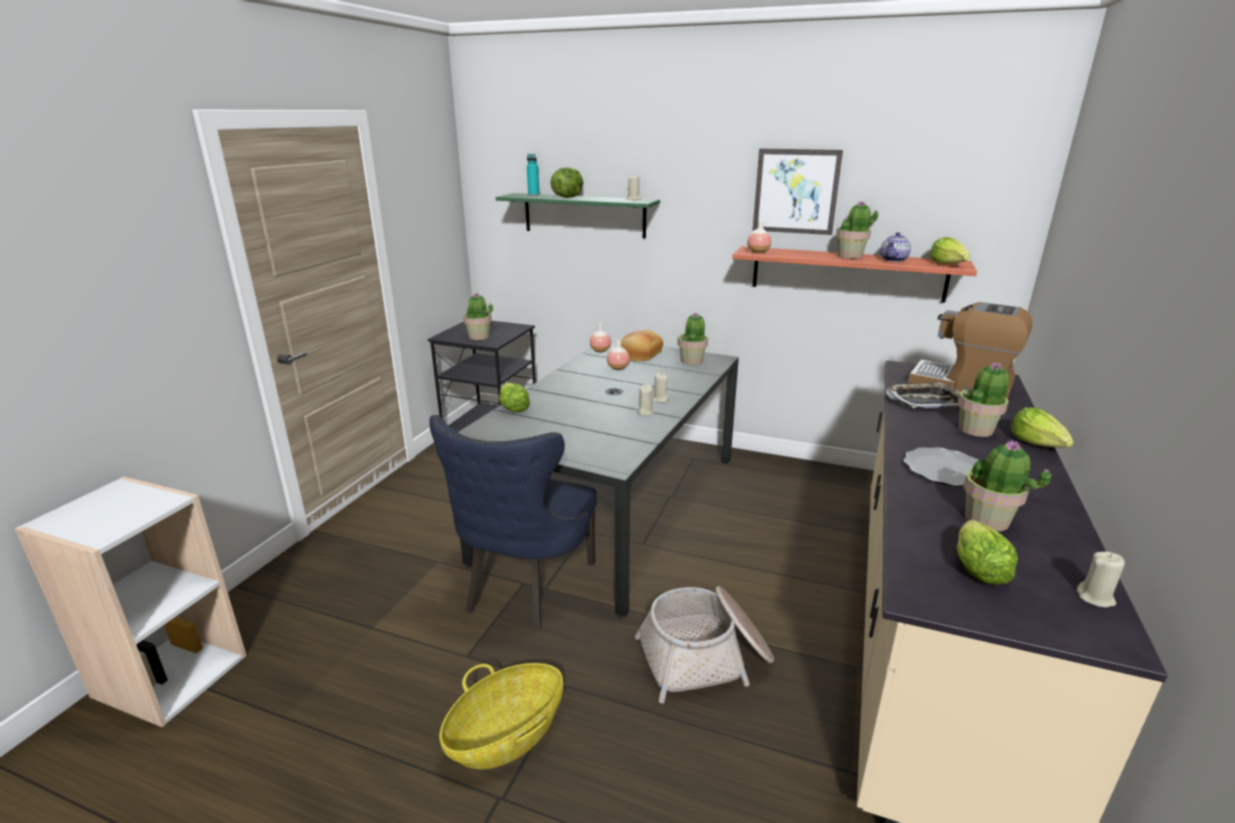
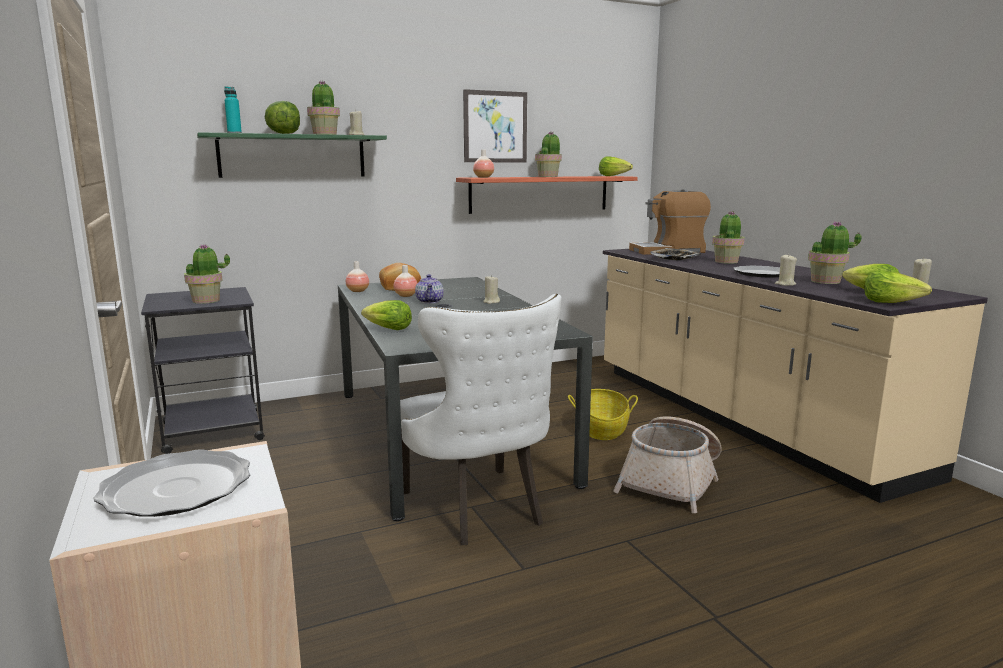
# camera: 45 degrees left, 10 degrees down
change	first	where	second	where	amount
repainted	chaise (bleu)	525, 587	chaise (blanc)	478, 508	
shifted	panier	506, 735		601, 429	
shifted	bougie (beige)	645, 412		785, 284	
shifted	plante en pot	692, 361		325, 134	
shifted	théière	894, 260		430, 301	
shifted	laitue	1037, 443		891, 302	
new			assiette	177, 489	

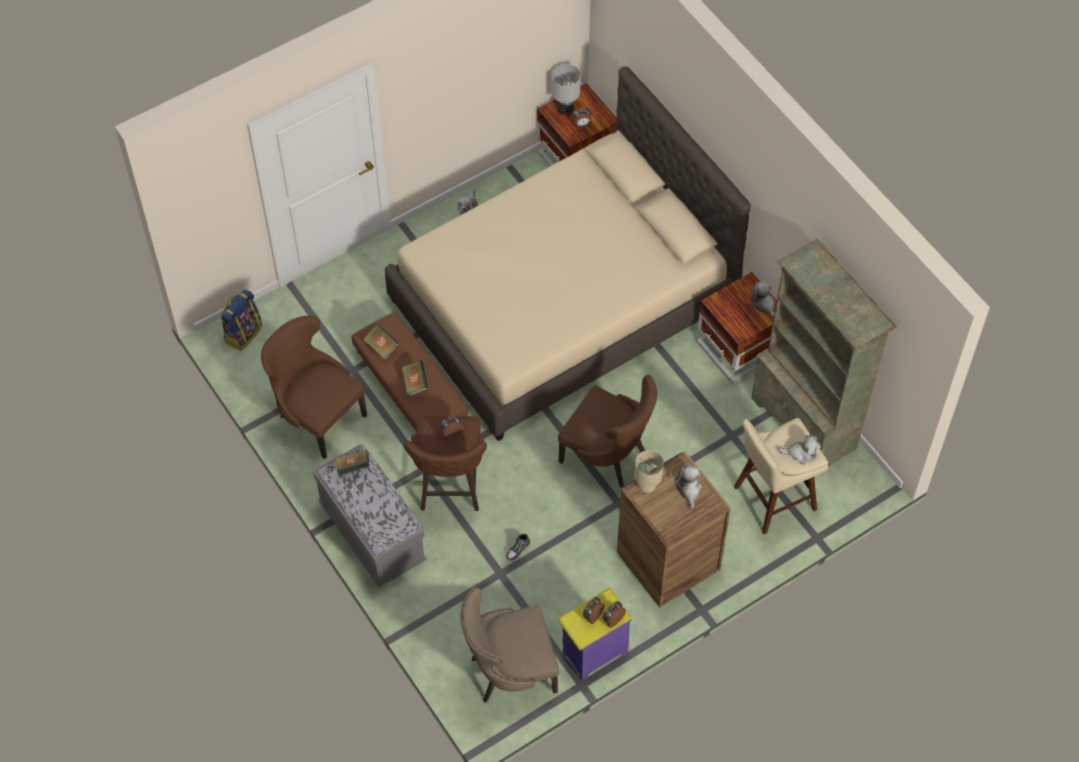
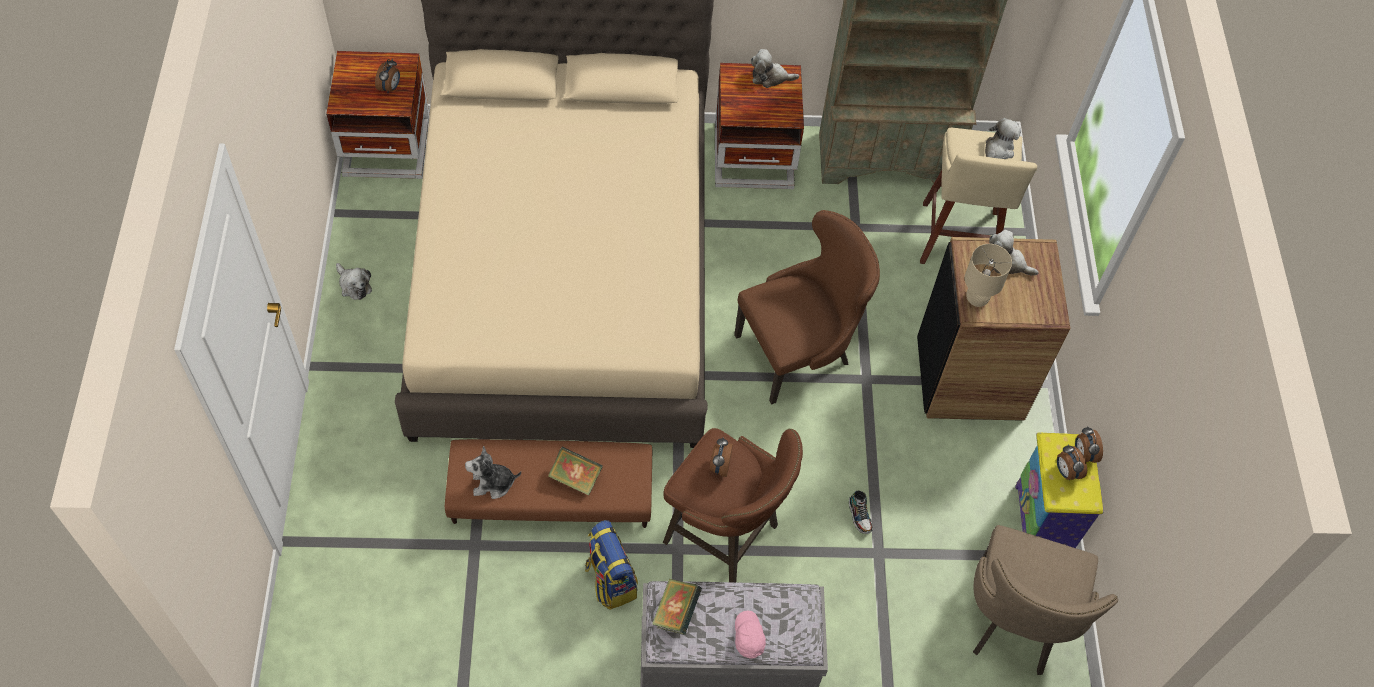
# camera: 60 degrees left, 0 degrees up
change	first	where	second	where	amount
shifted	sac à dos	243, 333		610, 580	
gone	chaise (marron)	317, 417			
swapped	livre	381, 347	peluche	493, 483	
gone	lampe de table (gris)	565, 108			
new			casquette (rose)	748, 637	

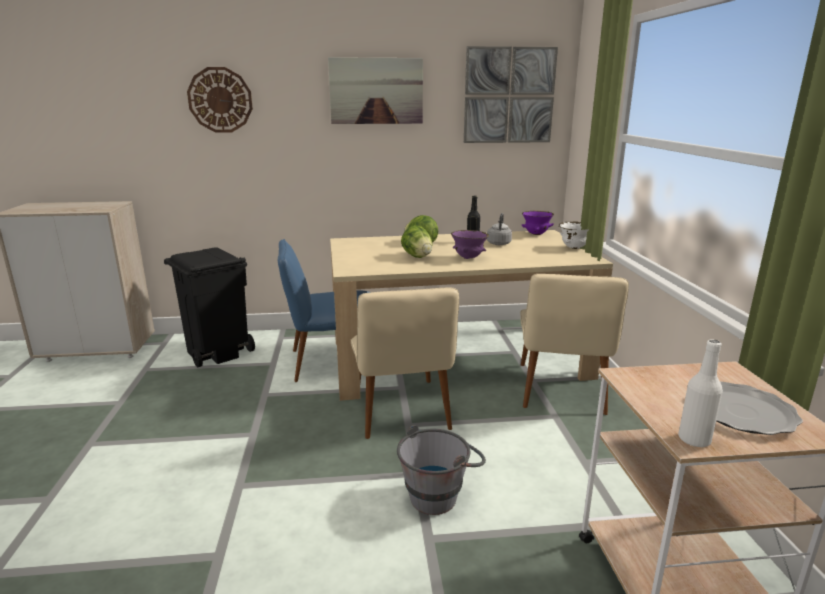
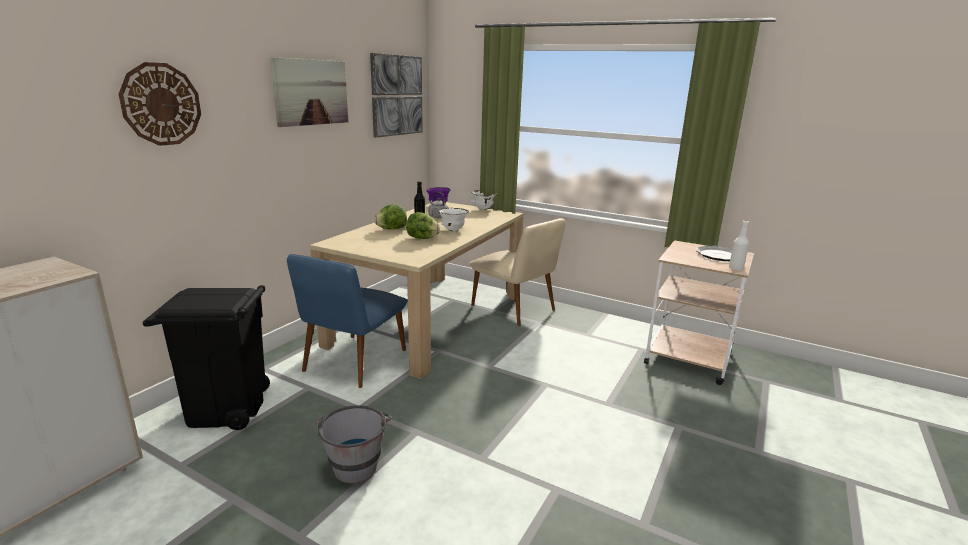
# camera: 55 degrees left, 0 degrees up
change	first	where	second	where	amount
gone	chaise (beige)	400, 407			
shifted	seau (gris)	440, 493		356, 462	
repainted	bol (violet)	468, 258	bol (blanc)	453, 230	

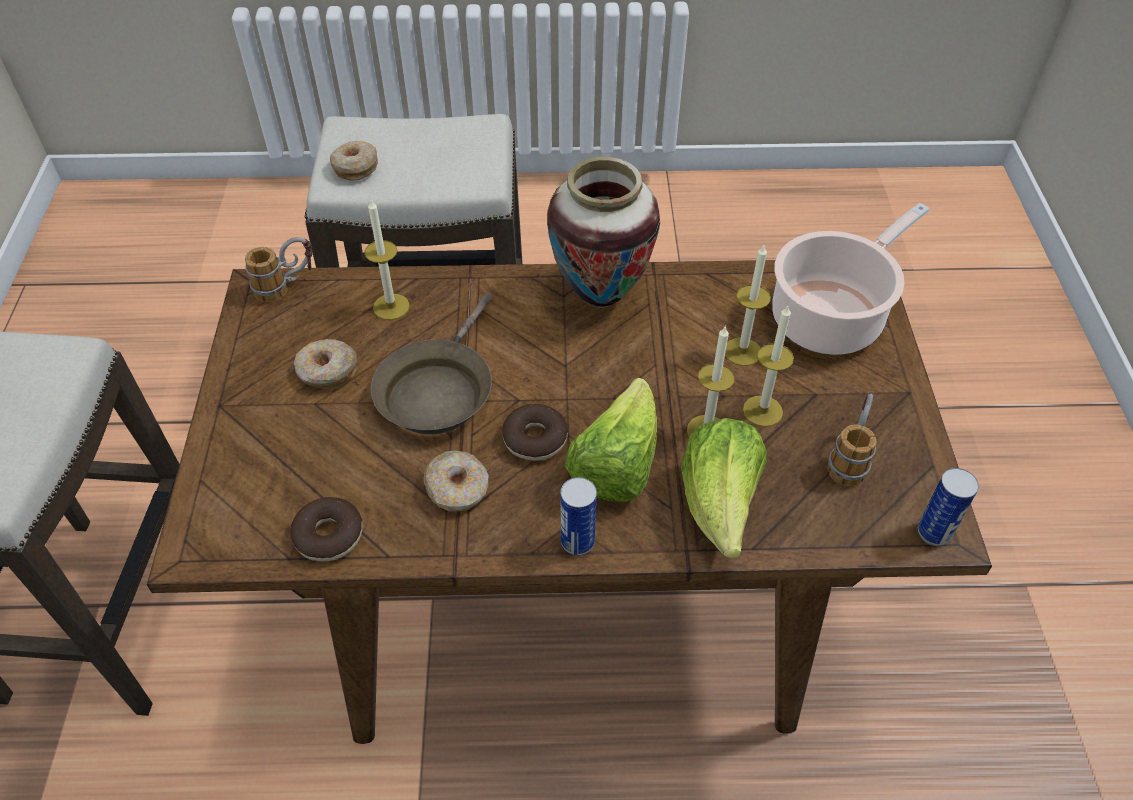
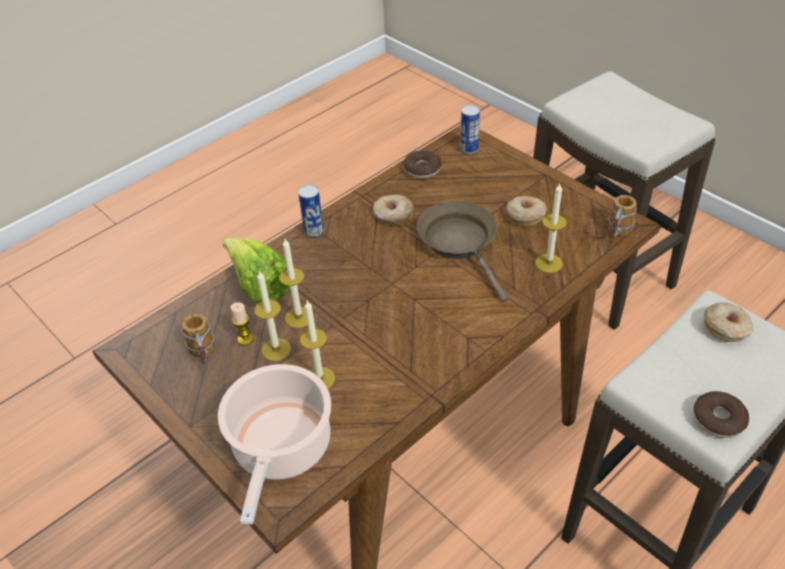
# camera: 140 degrees right, 5 degrees down
change	first	where	second	where	amount
shifted	beignet	535, 439		718, 420	
gone	vase	600, 296			
gone	laitue	616, 465			
shifted	boîte métallique	933, 533		469, 149	
new			bougie	245, 339	

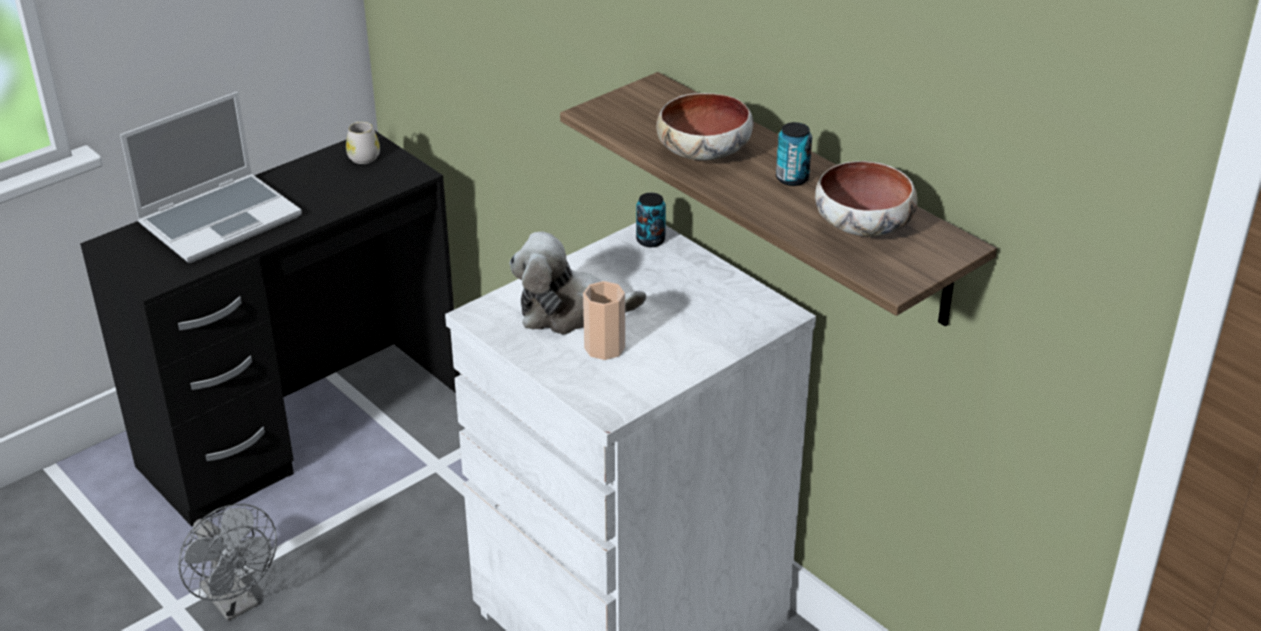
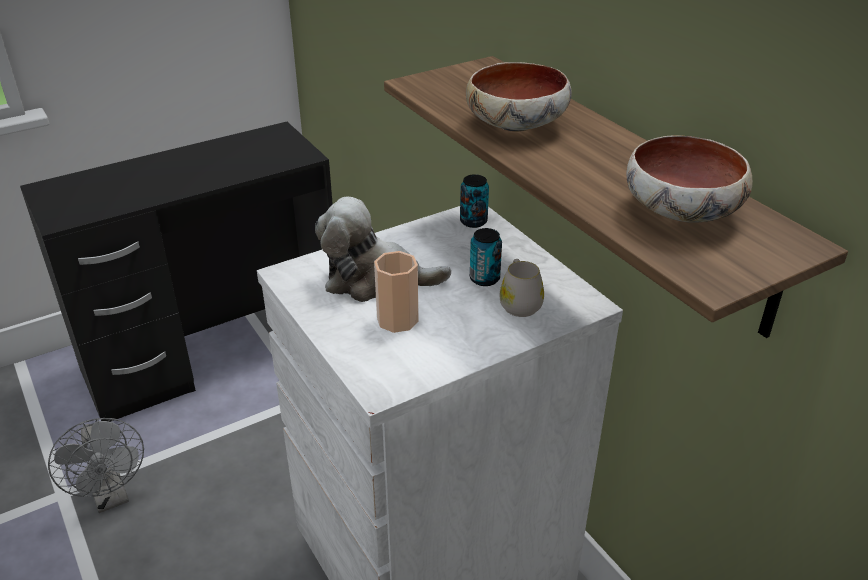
# camera: 10 degrees right, 0 degrees up
change	first	where	second	where	amount
gone	ordinateur portable	221, 219			
shifted	mug (blanc)	363, 155		519, 303	
shifted	boîte métallique	792, 178		484, 279	

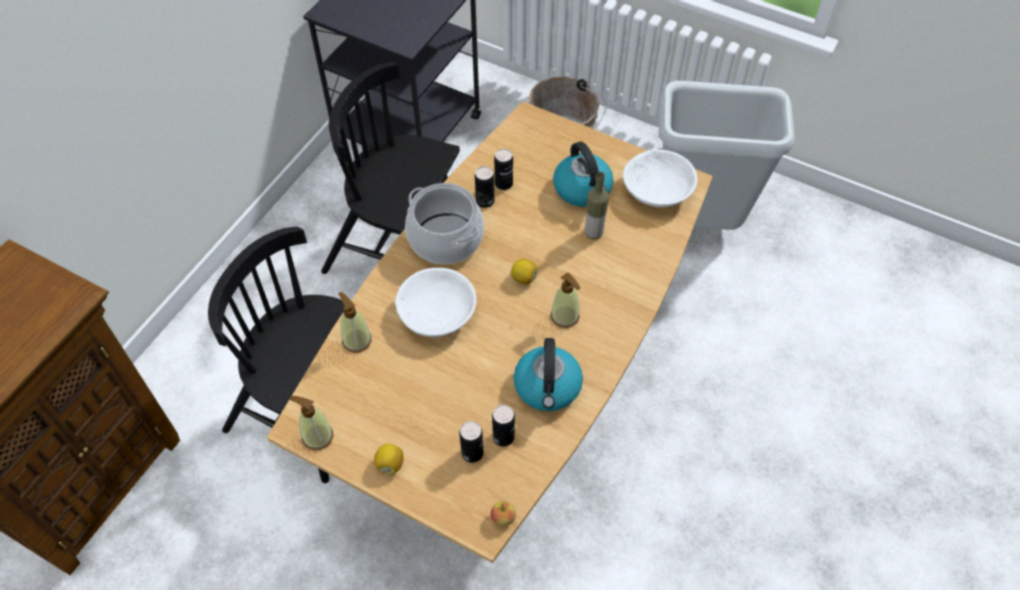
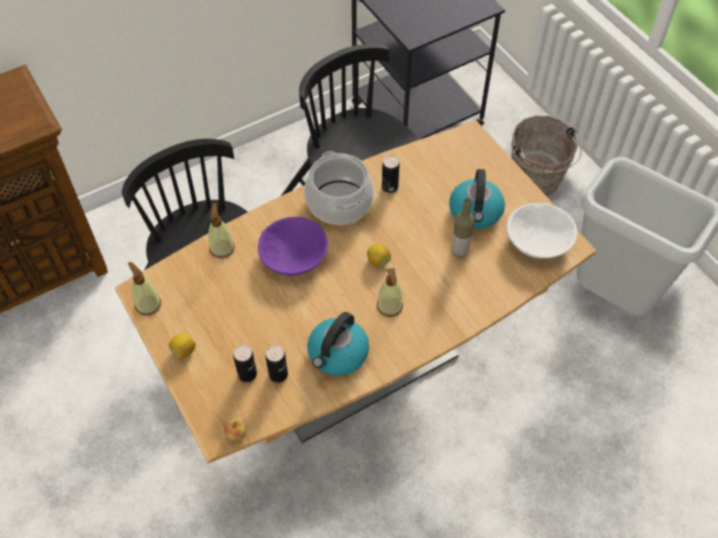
# camera: 30 degrees right, 0 degrees up
change	first	where	second	where	amount
repainted	bol (blanc)	437, 313	bol (violet)	294, 256	
gone	boîte métallique	503, 183			

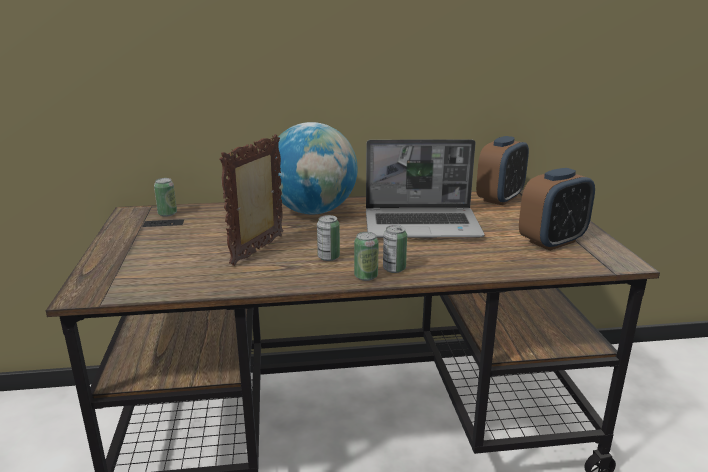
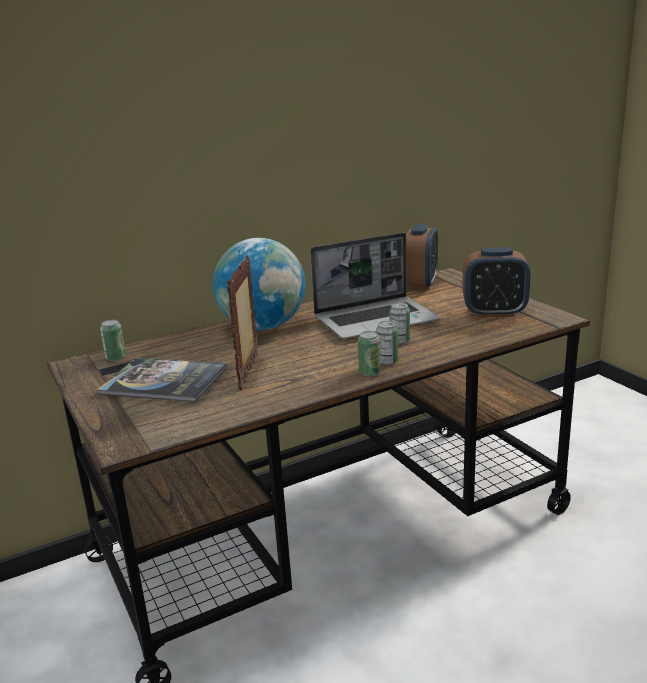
# camera: 20 degrees left, 0 degrees up
change	first	where	second	where	amount
shifted	boîte métallique	328, 257		400, 341	
rotated	réveil	552, 241		494, 312	60 degrees clockwise
new			livre	164, 381	

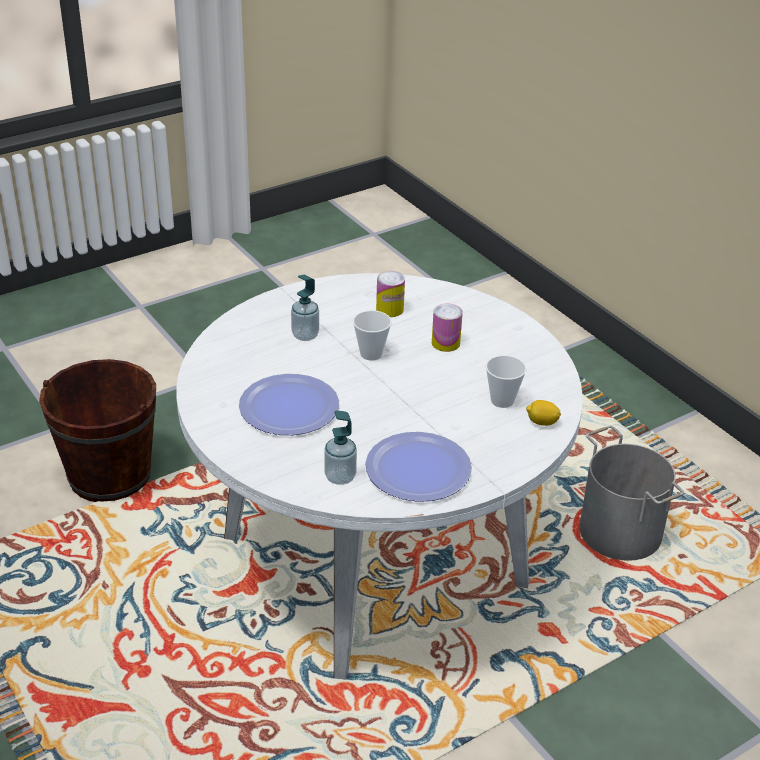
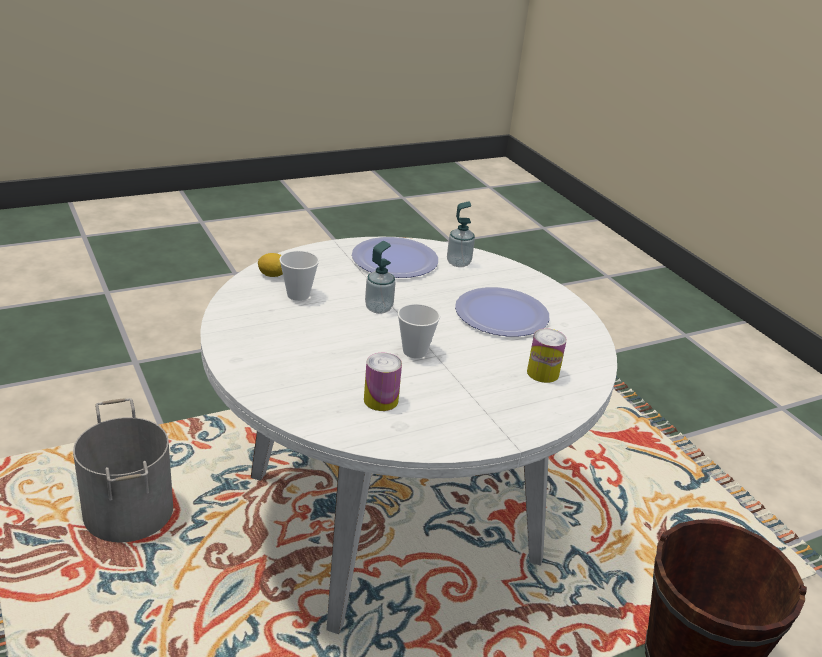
# camera: 175 degrees left, 5 degrees down
change	first	where	second	where	amount
shifted	distributeur de savon	305, 335		378, 308	
shifted	boîte métallique	445, 343		542, 373	

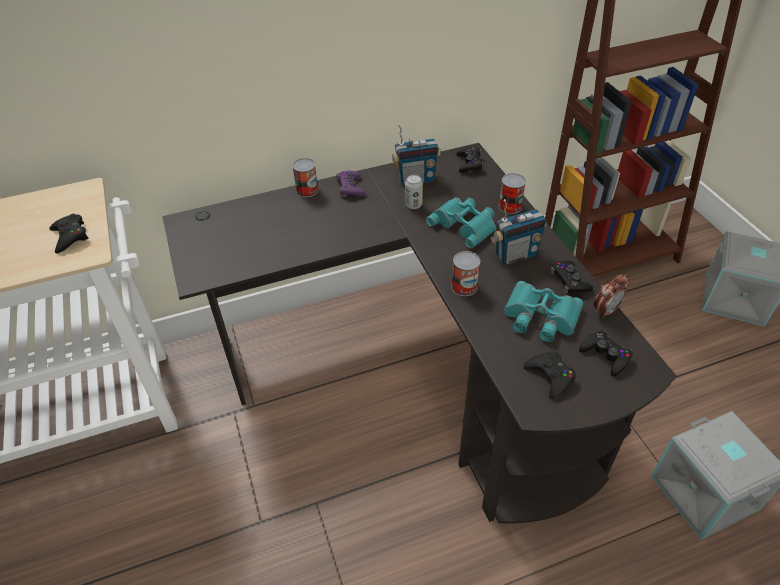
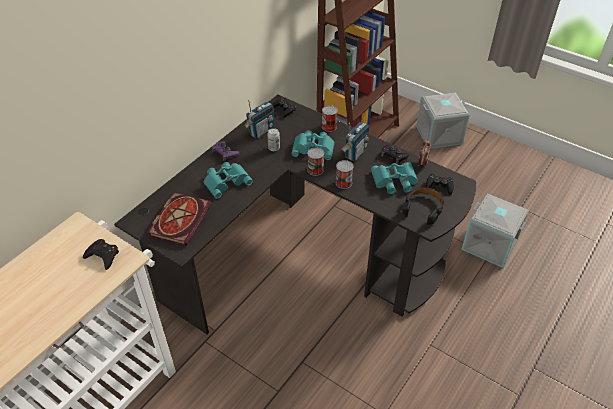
# camera: 35 degrees left, 0 degrees up
change	first	where	second	where	amount
shifted	boîte métallique	307, 190		315, 170	
swapped	manette (noir)	550, 376	casque audio (noir)	423, 208	
new			livre	180, 219	
new			jumelles (turquoise)	226, 181	

